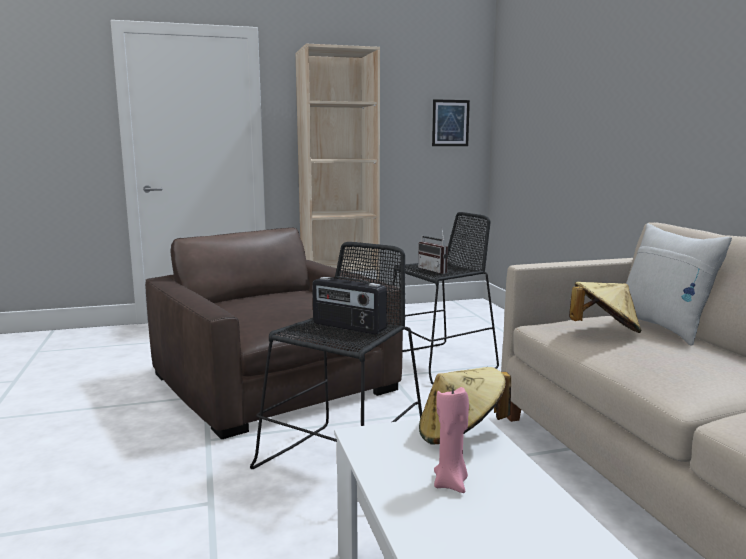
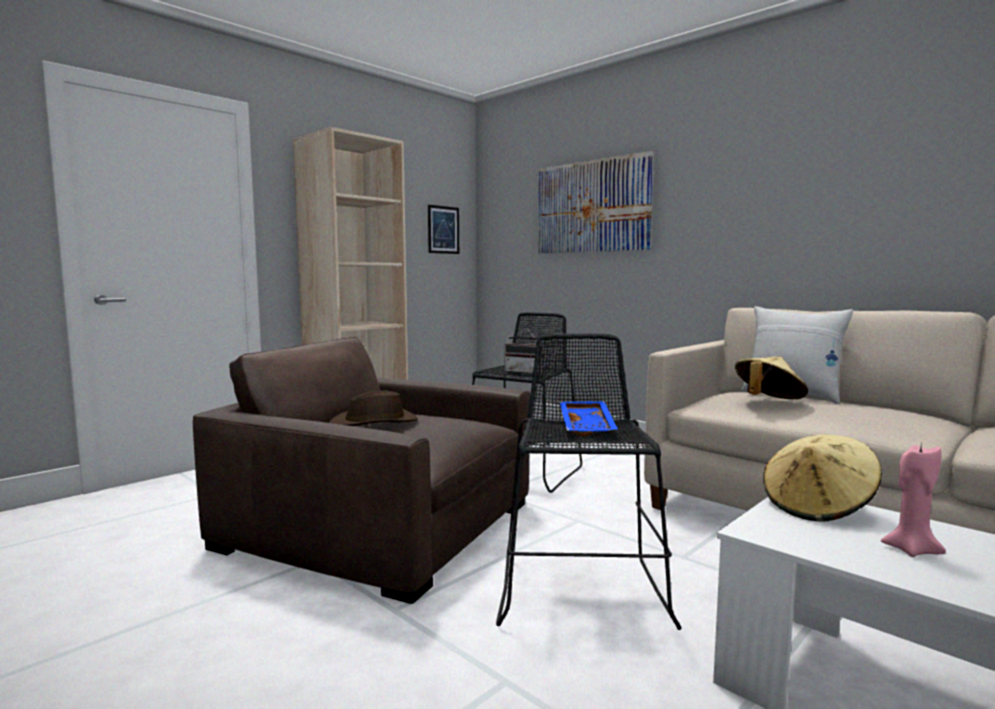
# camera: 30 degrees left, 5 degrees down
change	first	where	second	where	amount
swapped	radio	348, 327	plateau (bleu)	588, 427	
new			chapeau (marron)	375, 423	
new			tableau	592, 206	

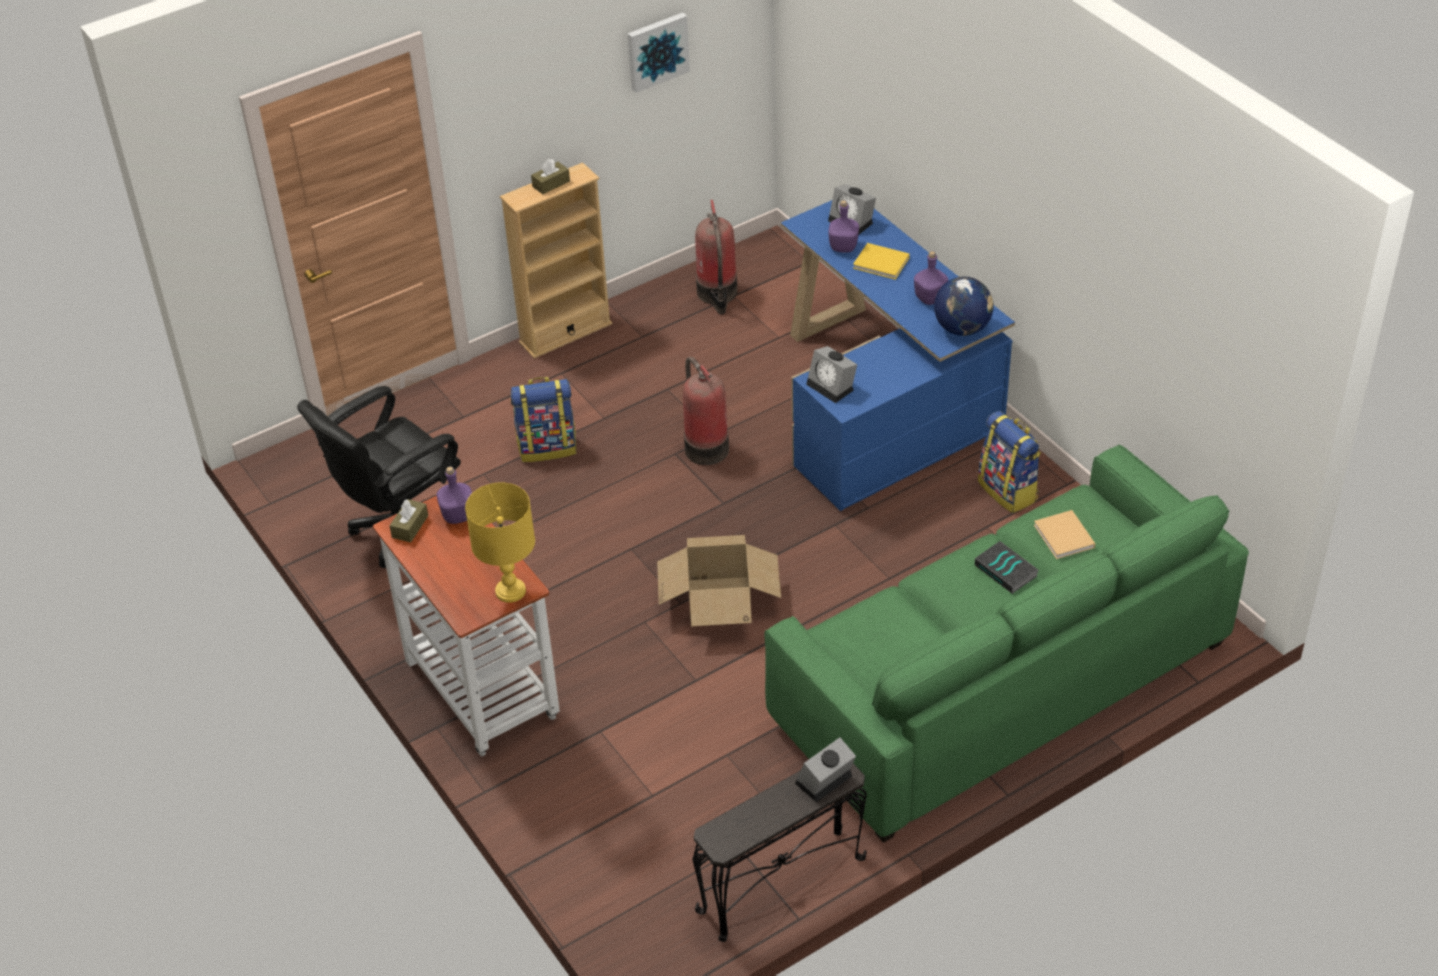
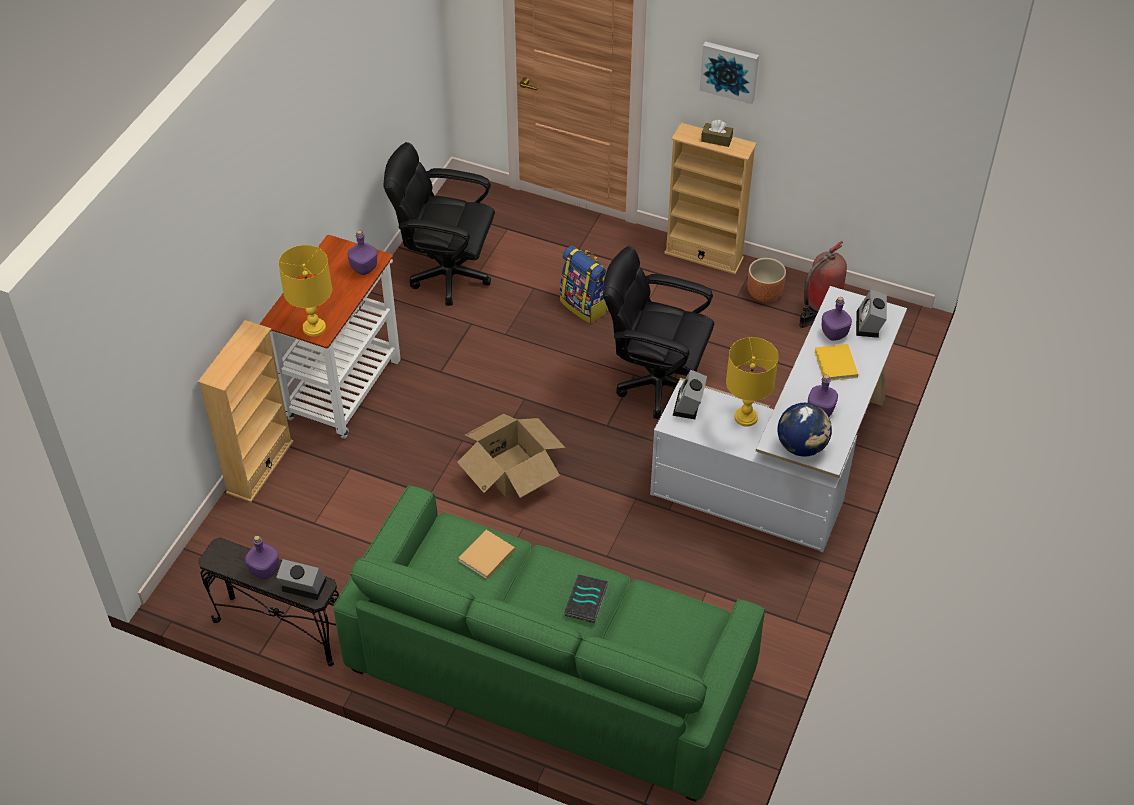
# camera: 55 degrees right, 5 degrees up
change	first	where	second	where	amount
gone	boîte à mouchoirs (marron)	410, 526			
shifted	tableau	657, 51		730, 71	
swapped	extincteur	705, 447	chaise de bureau (noir)	654, 387	
repainted	bureau (bleu)	883, 403	bureau (blanc)	787, 465	
gone	sac à dos	1009, 491			
shifted	livre (beige)	1064, 537		485, 556	
new			bibliothèque (beige)	260, 467	
new			bouteille (violet)	265, 570	
new			lampe de table (jaune)	745, 418	
new			cache-pot (marron)	764, 294	

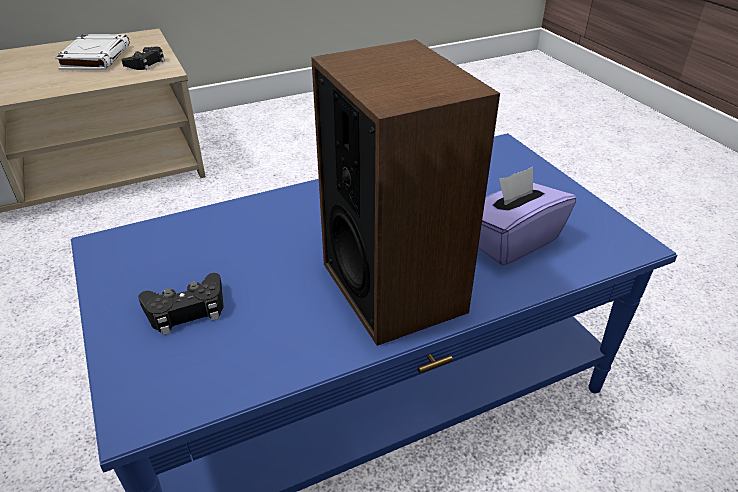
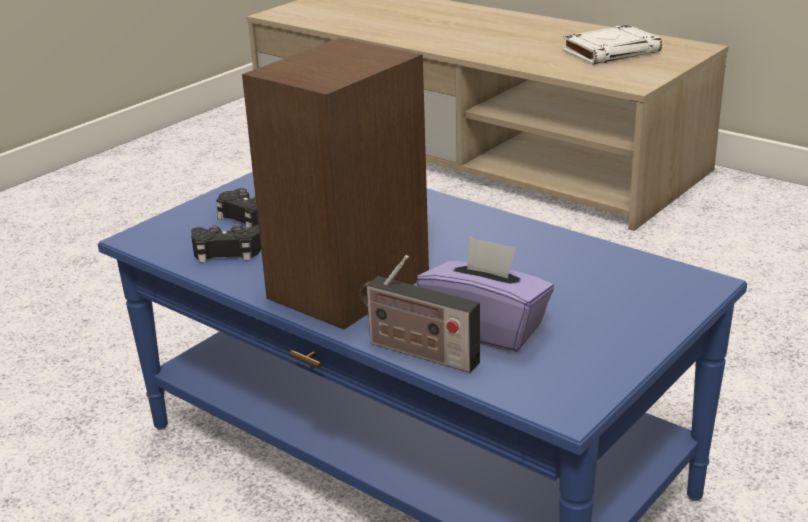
# camera: 65 degrees right, 10 degrees down
change	first	where	second	where	amount
shifted	manette (noir)	146, 63		227, 250	
new			radio	417, 352	

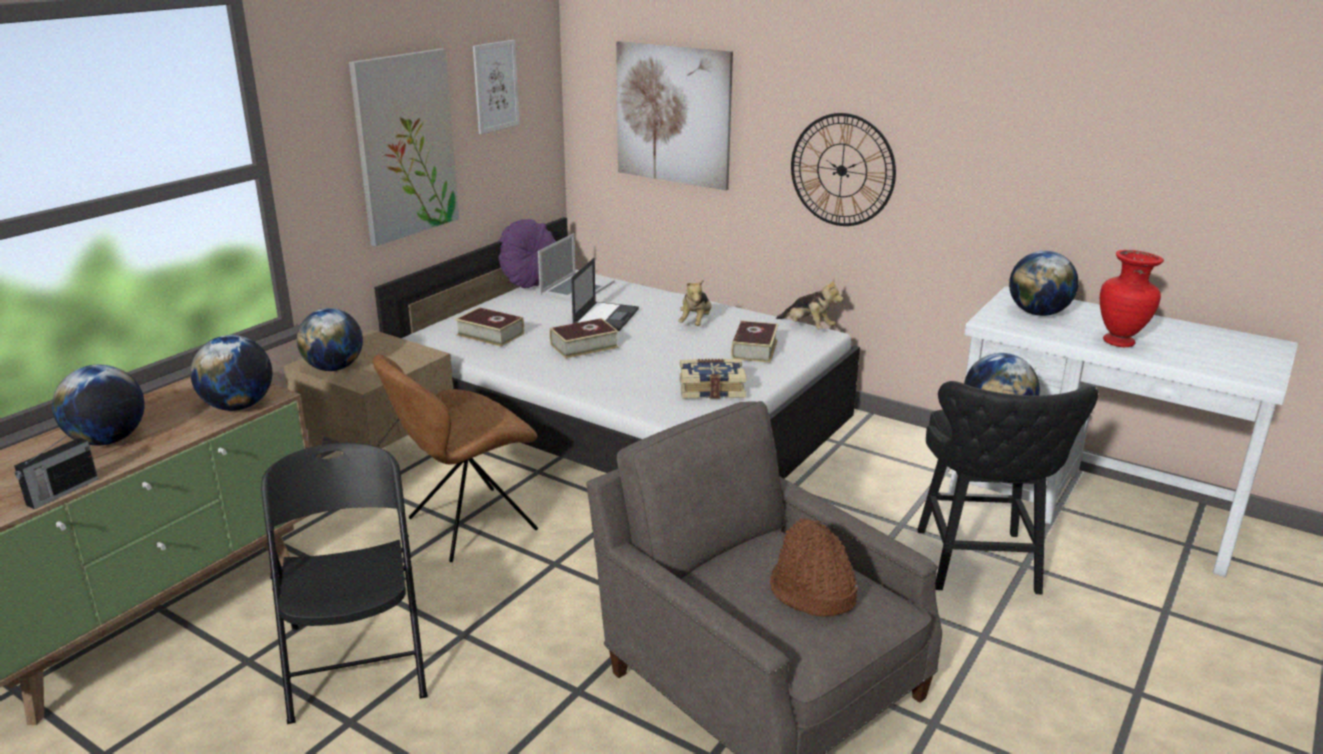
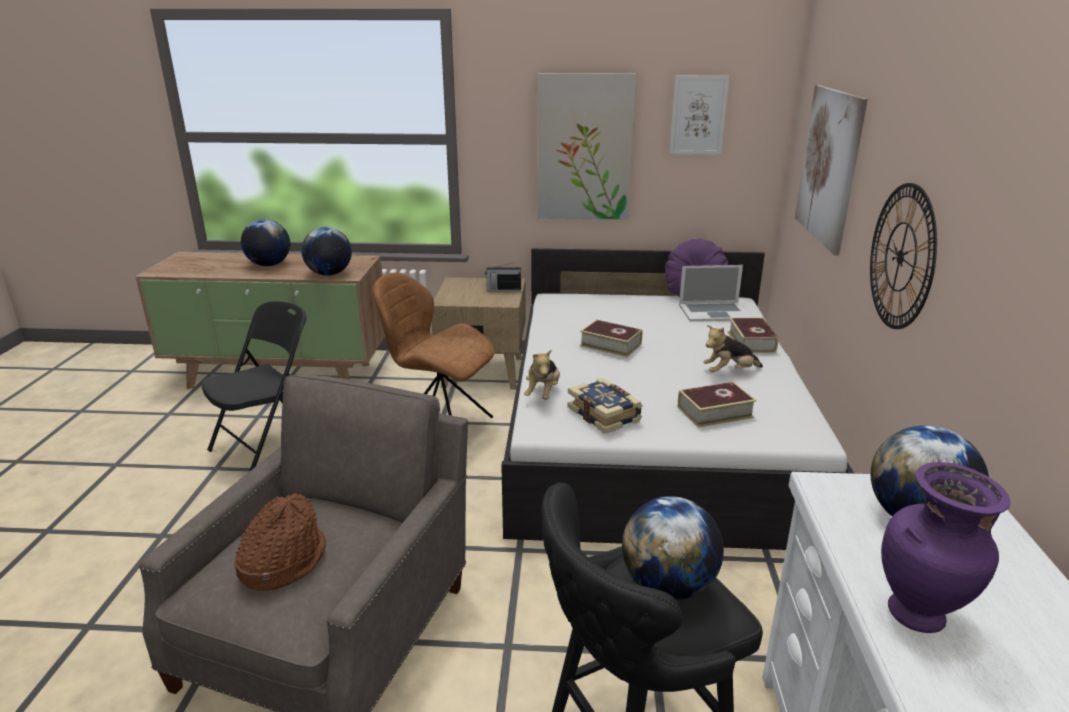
# camera: 60 degrees right, 0 degrees up
change	first	where	second	where	amount
shifted	radio	61, 492		503, 290	
gone	globe	334, 368			
shifted	livre	490, 334		751, 342	
gone	ordinateur portable	606, 316			
shifted	peluche	808, 327		543, 393	
repainted	vase (rouge)	1120, 342	vase (violet)	918, 617	

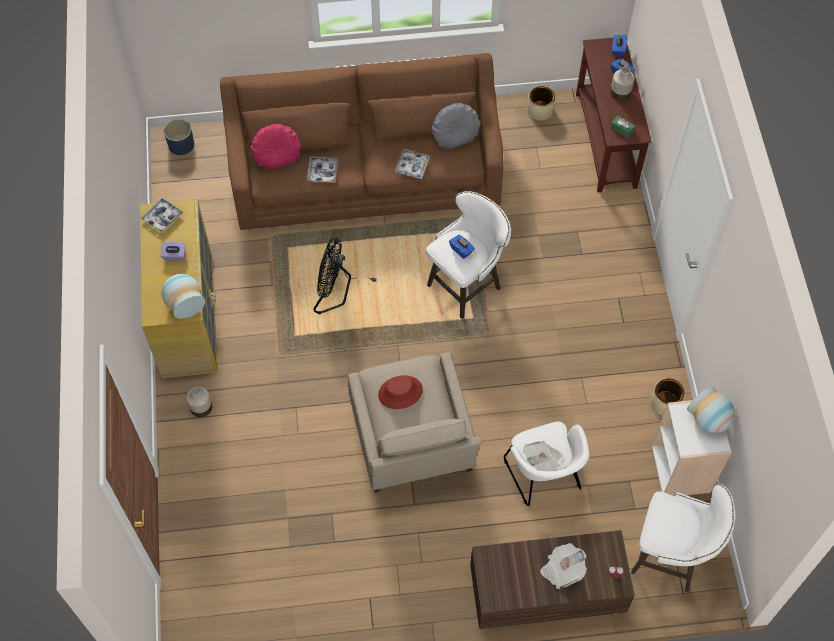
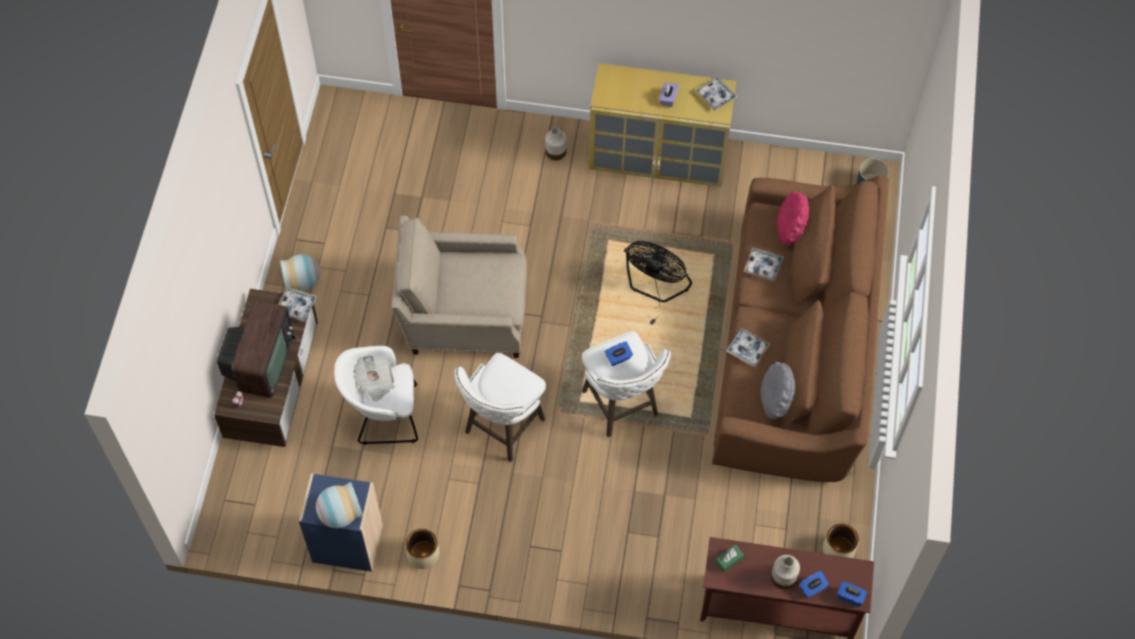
# camera: 105 degrees right, 0 degrees up
change	first	where	second	where	amount
shifted	vase	184, 303		303, 281	
gone	chapeau (rouge)	400, 392			
swapped	journal	562, 569	téléviseur	261, 362	
shifted	tabouret (blanc)	670, 557		502, 428	
repainted	bibliothèque (blanc)	681, 469	bibliothèque (bleu)	346, 544	
new			plateau	296, 306	

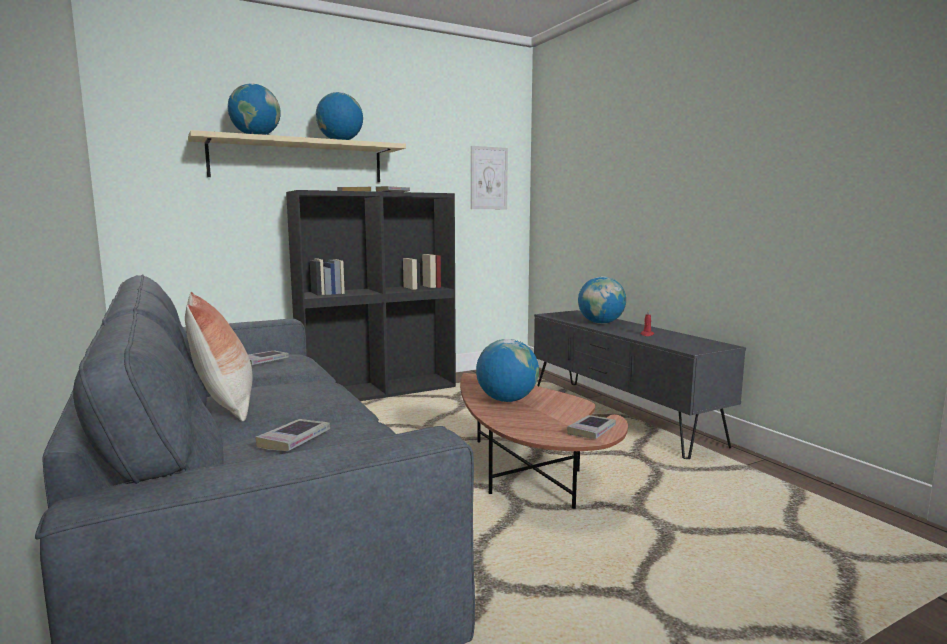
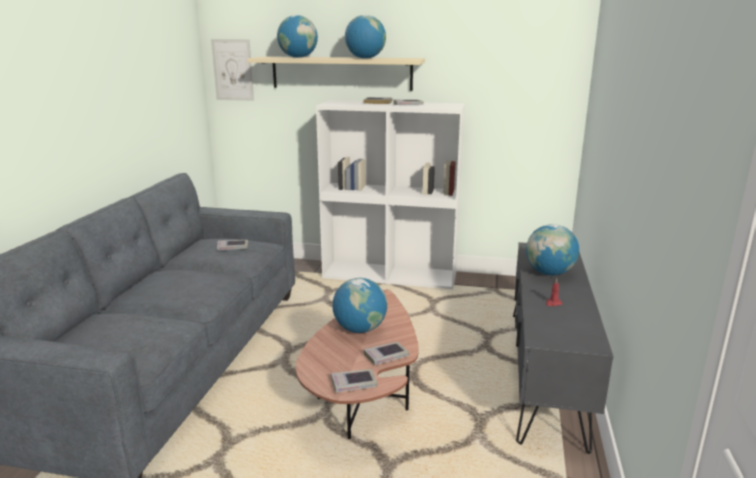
# camera: 40 degrees right, 10 degrees up
change	first	where	second	where	amount
gone	coussin	224, 405			
shifted	livre	294, 440		386, 356	
repainted	bibliothèque (noir)	379, 391	bibliothèque (blanc)	391, 275	
shifted	tableau	489, 178		233, 70	

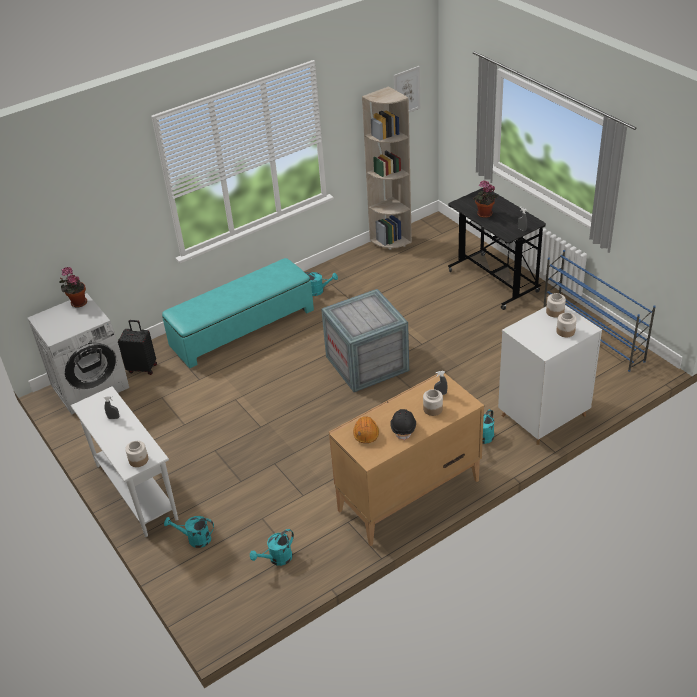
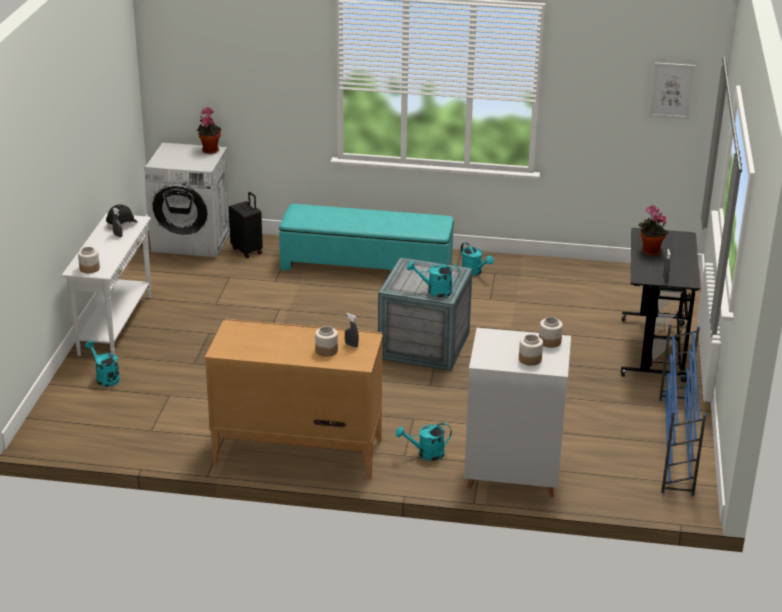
# camera: 40 degrees right, 10 degrees down
change	first	where	second	where	amount
shifted	arrosoir (turquoise)	277, 559		435, 291	
gone	casque de chantier (orange)	366, 434			
gone	bibliothèque (beige)	391, 244			
shifted	casque de chantier (noir)	403, 428		122, 224	

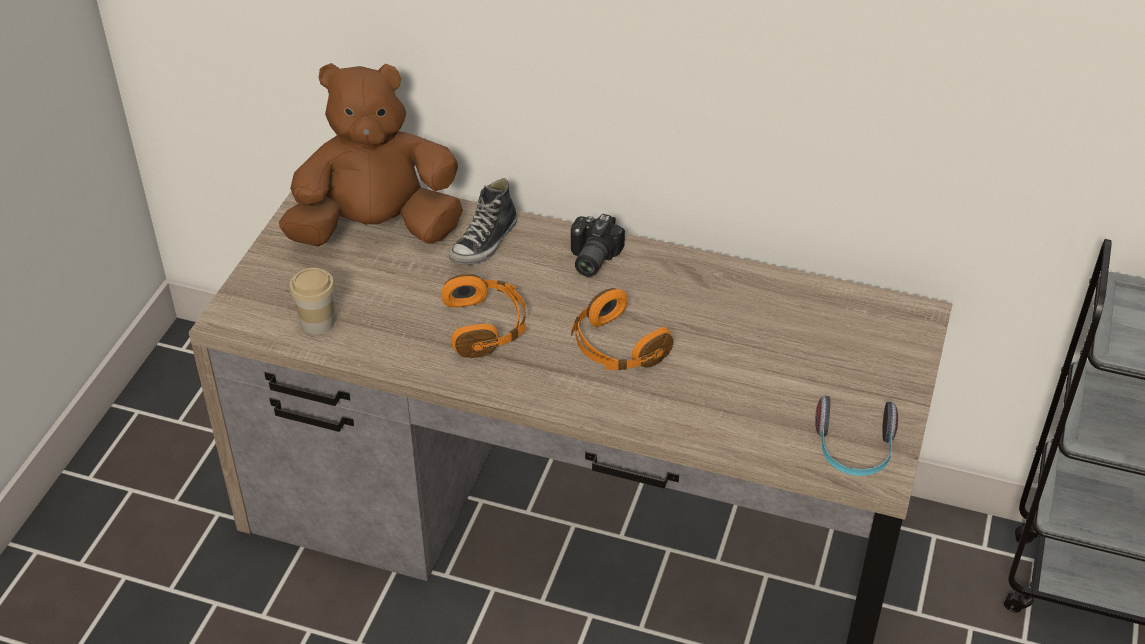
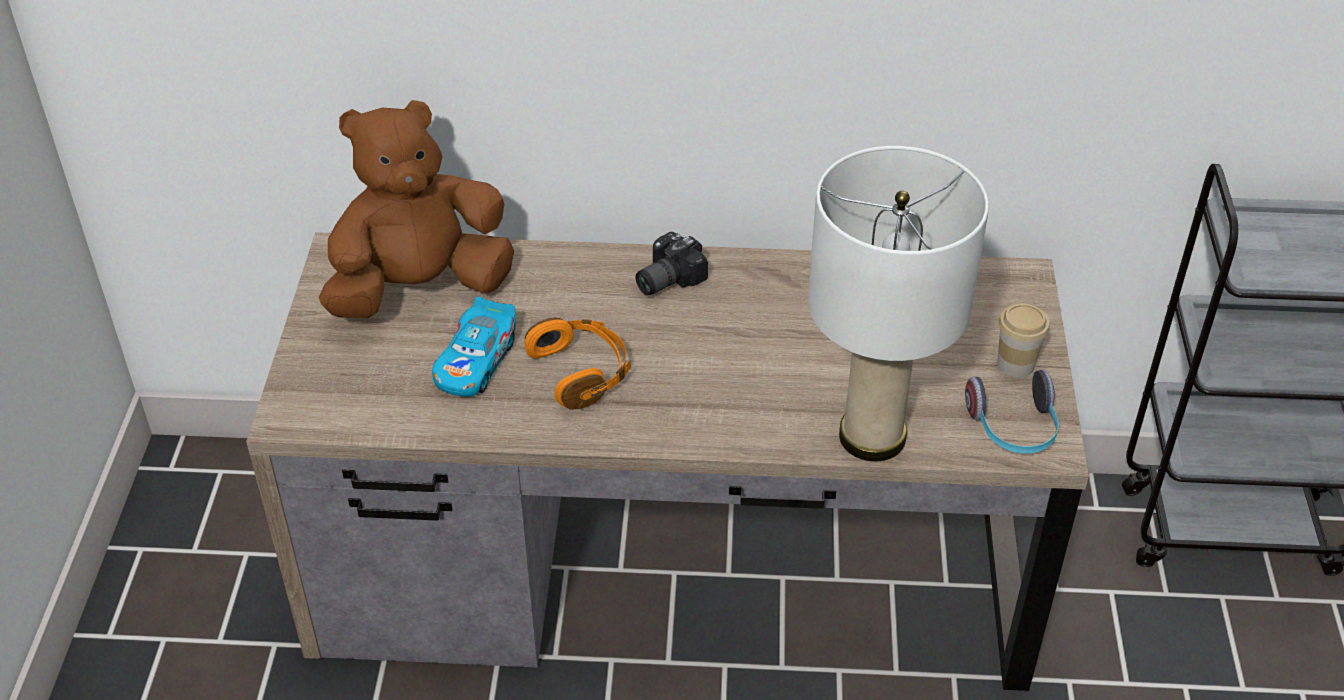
# camera: 15 degrees left, 0 degrees up
change	first	where	second	where	amount
shifted	tasse	317, 323		1015, 364	
gone	chaussure	484, 243			
rotated	appareil photo	590, 258		665, 279	45 degrees clockwise
gone	casque audio (orange)	616, 348			
new			petite voiture	476, 361	
new			lampe de table (blanc)	871, 436	

